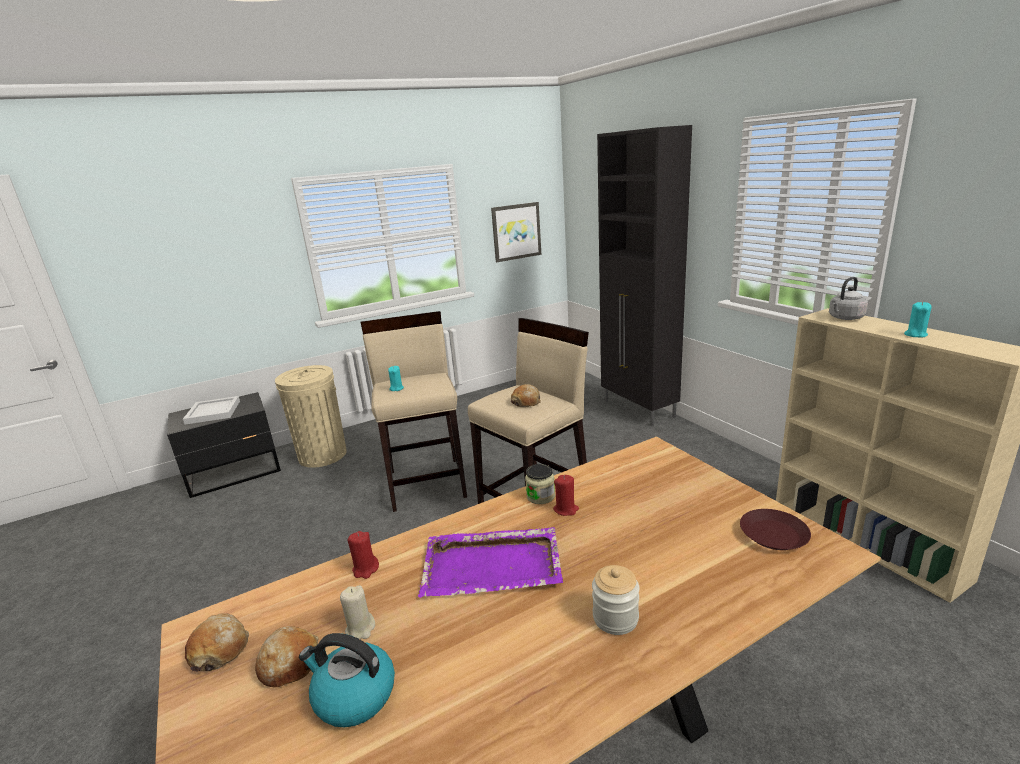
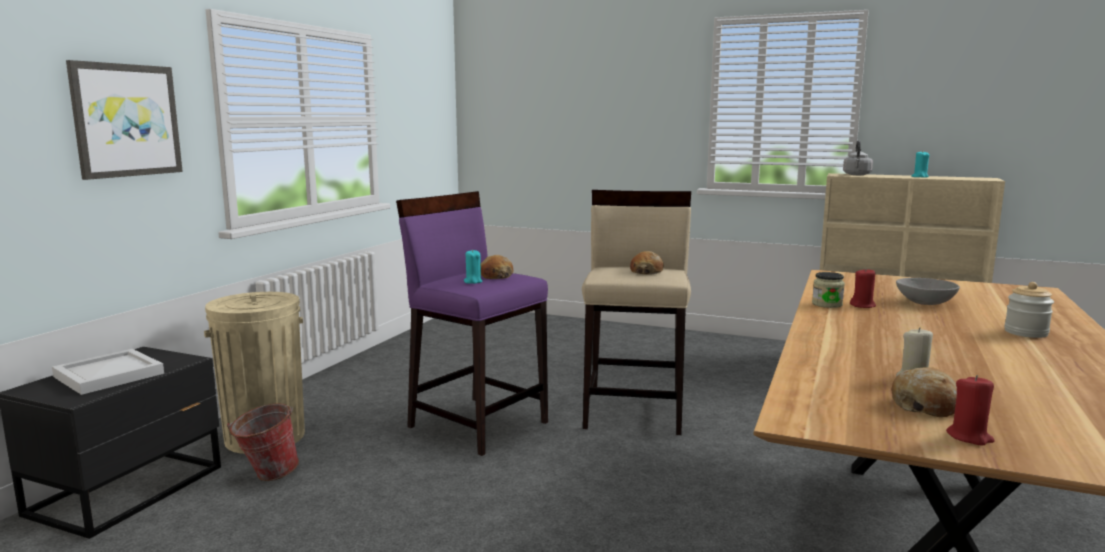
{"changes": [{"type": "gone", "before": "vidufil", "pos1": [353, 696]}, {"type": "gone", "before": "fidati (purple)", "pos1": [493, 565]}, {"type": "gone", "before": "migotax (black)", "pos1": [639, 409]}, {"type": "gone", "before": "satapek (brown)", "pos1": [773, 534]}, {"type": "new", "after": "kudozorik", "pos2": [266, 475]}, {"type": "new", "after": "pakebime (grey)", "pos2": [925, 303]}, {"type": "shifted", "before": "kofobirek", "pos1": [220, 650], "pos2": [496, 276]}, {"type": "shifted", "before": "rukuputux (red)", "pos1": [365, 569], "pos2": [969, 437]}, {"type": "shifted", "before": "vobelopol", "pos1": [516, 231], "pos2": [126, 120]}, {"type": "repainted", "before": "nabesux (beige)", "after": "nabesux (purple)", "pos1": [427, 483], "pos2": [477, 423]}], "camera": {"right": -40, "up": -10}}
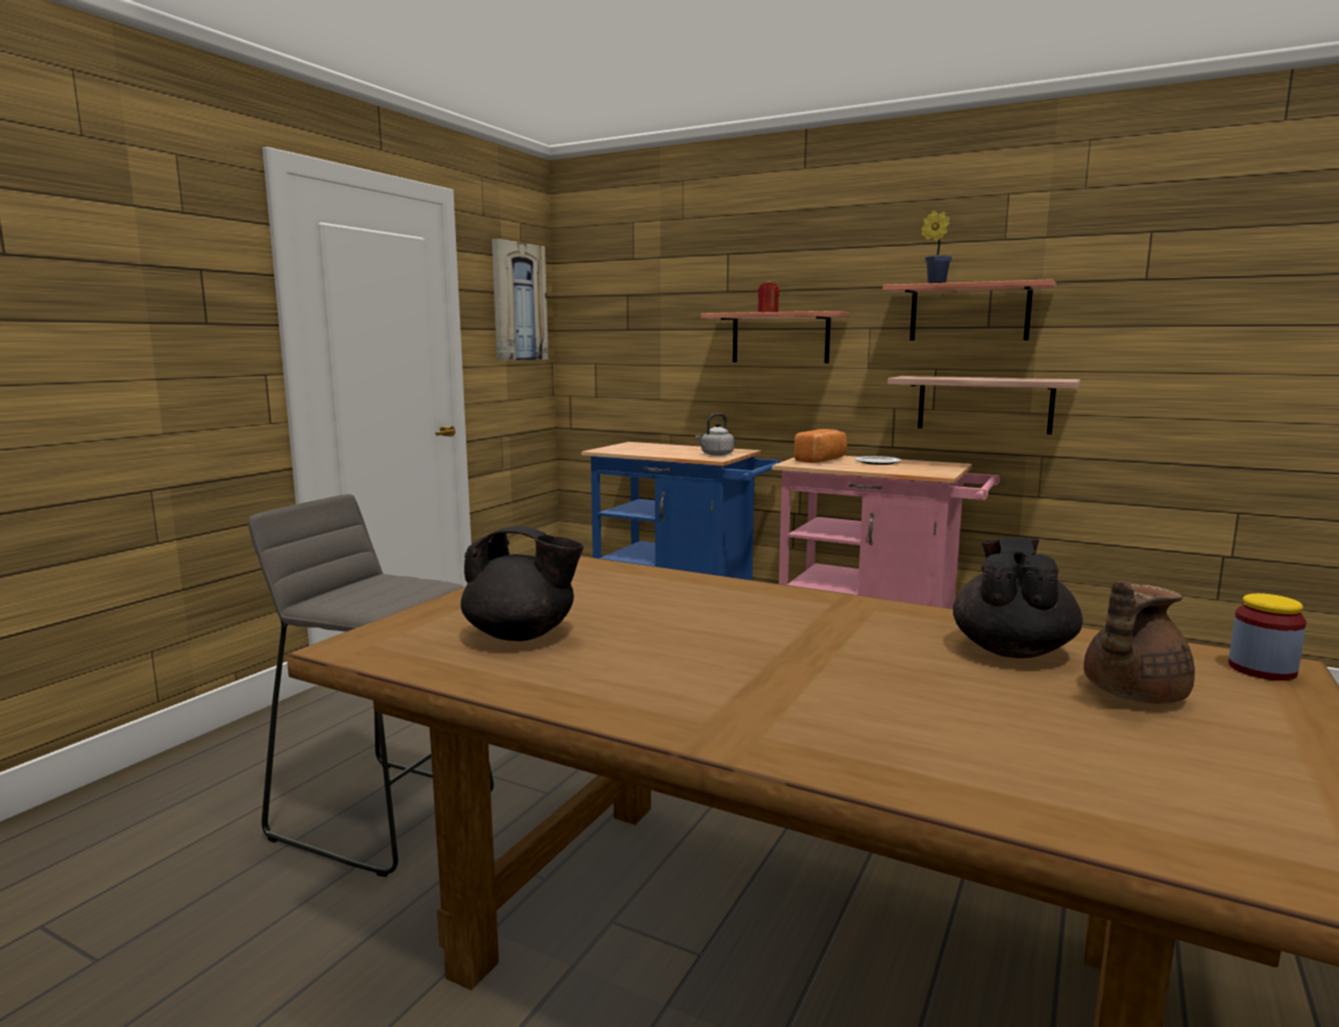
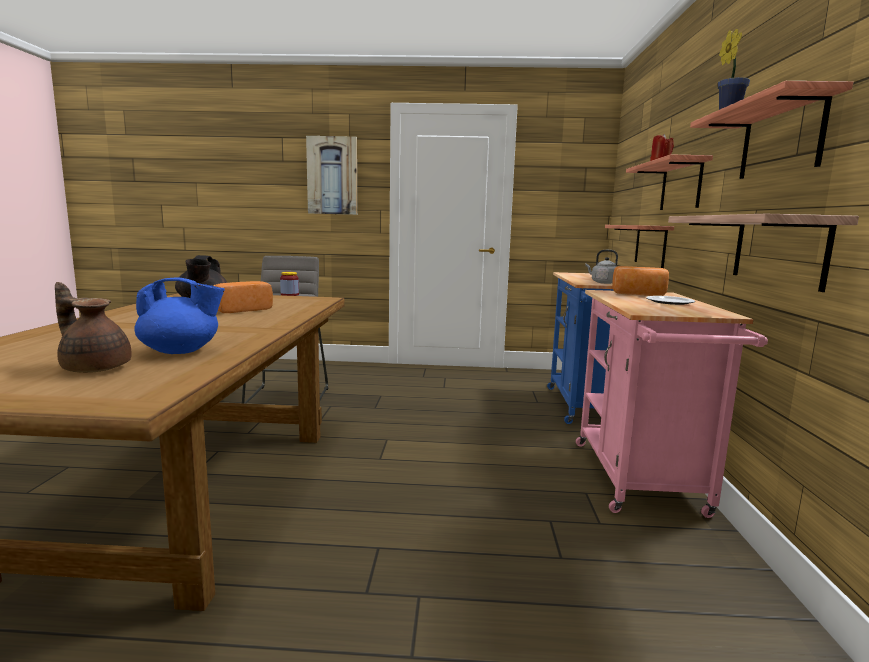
{"changes": [{"type": "new", "after": "kofobirek", "pos2": [241, 310]}, {"type": "new", "after": "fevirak", "pos2": [650, 245]}, {"type": "shifted", "before": "vobelopol", "pos1": [518, 302], "pos2": [332, 176]}, {"type": "shifted", "before": "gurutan", "pos1": [1262, 669], "pos2": [289, 295]}, {"type": "repainted", "before": "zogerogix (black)", "after": "zogerogix (blue)", "pos1": [1011, 650], "pos2": [181, 351]}], "camera": {"right": 65, "up": 0}}
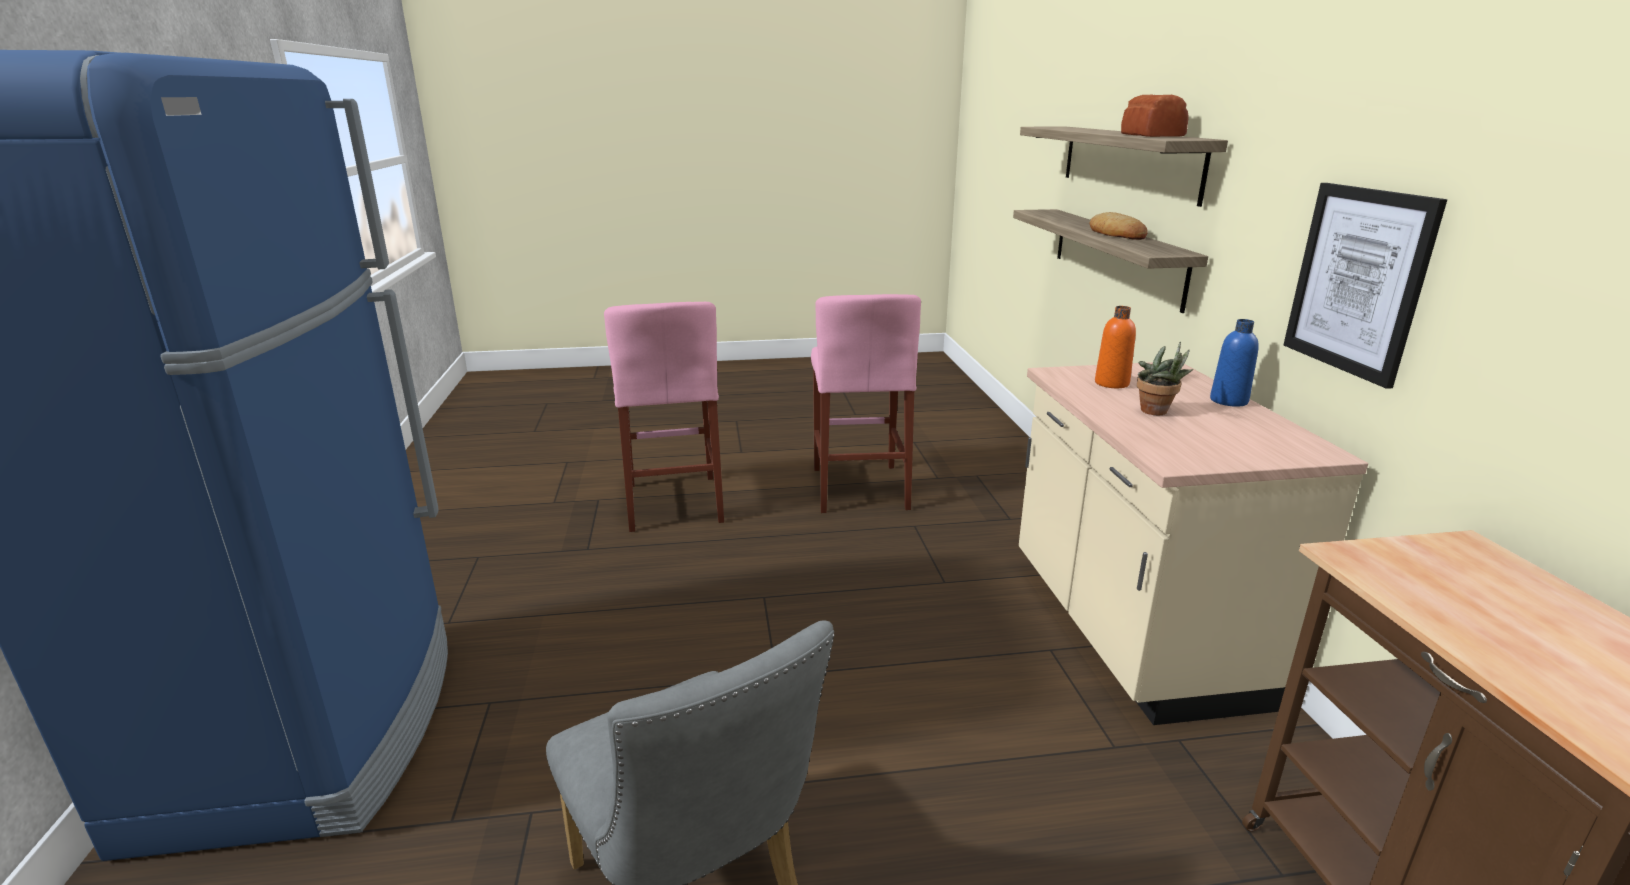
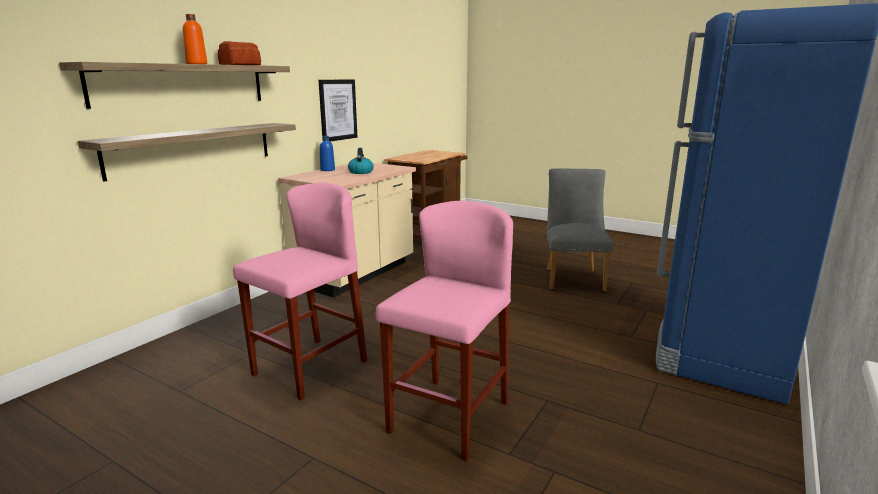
{"changes": [{"type": "gone", "before": "kofobirek", "pos1": [1116, 234]}, {"type": "shifted", "before": "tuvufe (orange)", "pos1": [1111, 383], "pos2": [196, 64]}, {"type": "swapped", "before": "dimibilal", "after": "vidufil", "pos1": [1157, 412], "pos2": [360, 172]}], "camera": {"right": -140, "up": -5}}
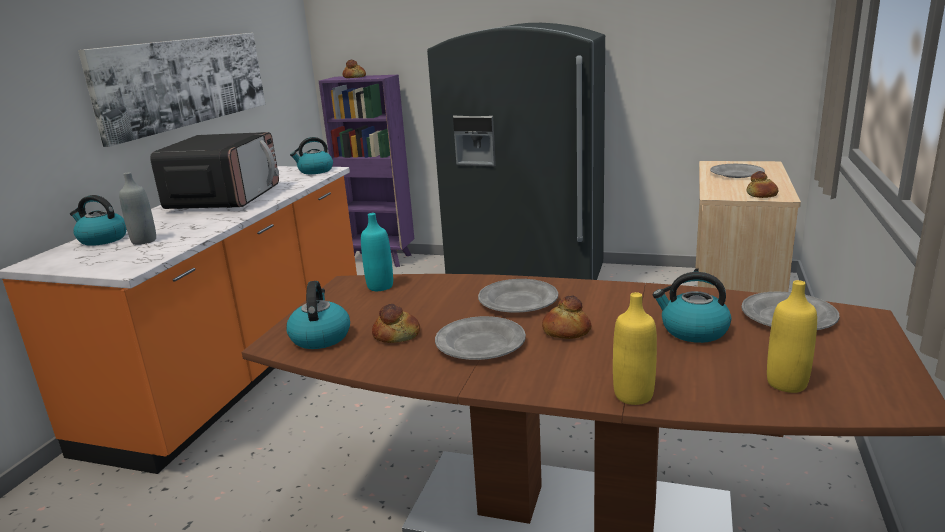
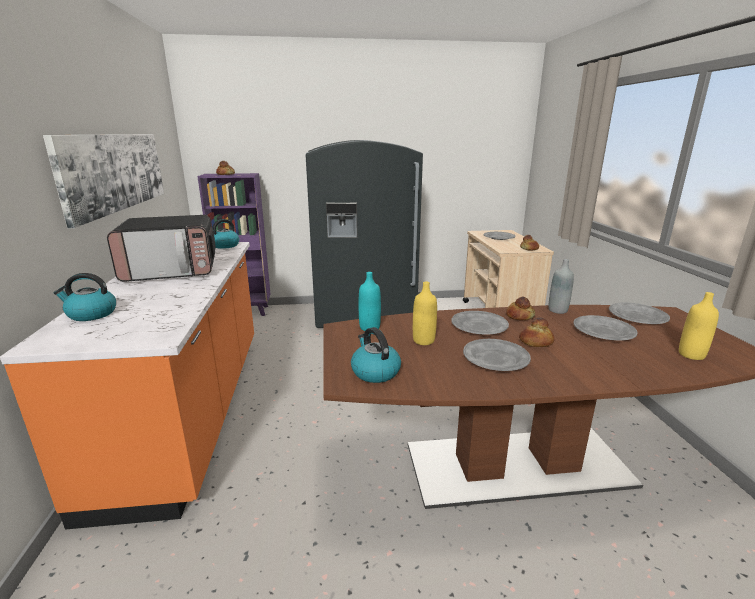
{"changes": [{"type": "shifted", "before": "tuvufe (grey)", "pos1": [144, 241], "pos2": [557, 310]}, {"type": "shifted", "before": "kofobirek", "pos1": [397, 334], "pos2": [519, 316]}, {"type": "shifted", "before": "tuvufe (yellow)", "pos1": [633, 395], "pos2": [423, 341]}, {"type": "swapped", "before": "vidufil", "after": "satapek (grey)", "pos1": [693, 331], "pos2": [604, 331]}, {"type": "rotated", "before": "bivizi", "pos1": [225, 198], "pos2": [172, 270], "turn": 90}], "camera": {"right": -25, "up": 0}}
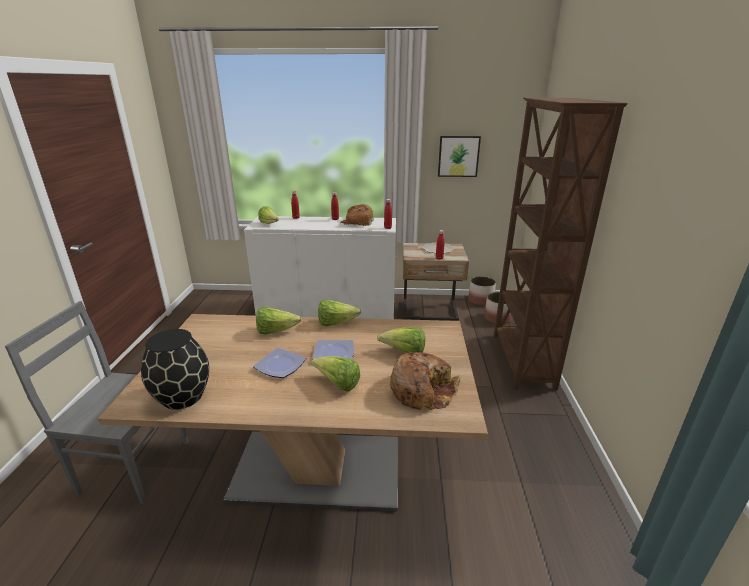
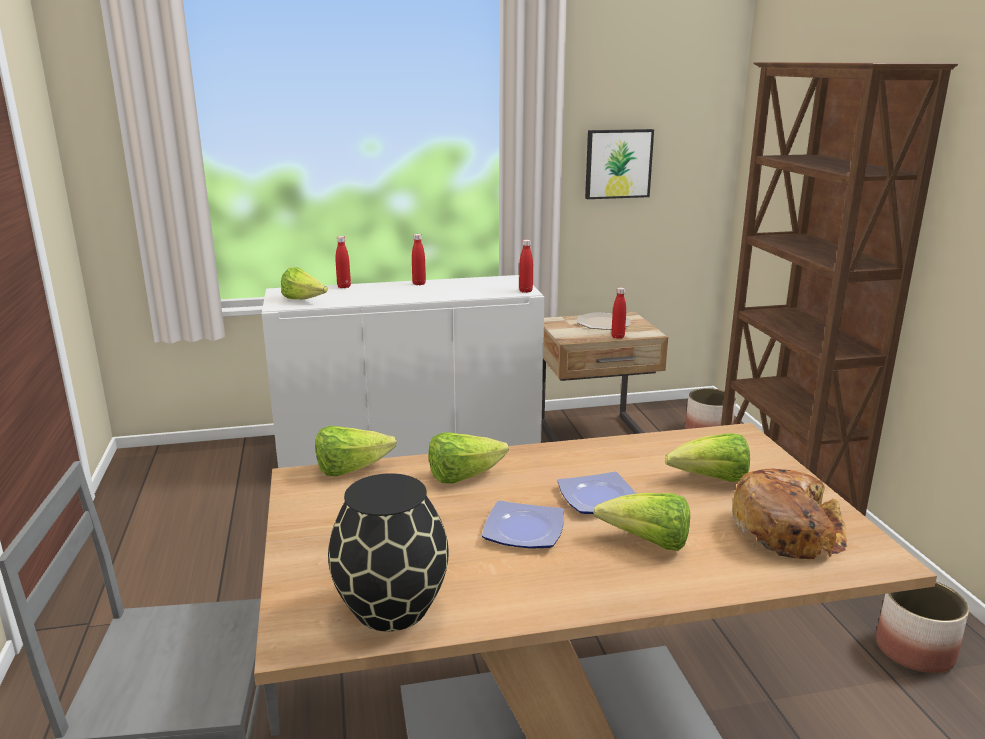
{"changes": [{"type": "gone", "before": "kofobirek", "pos1": [357, 222]}, {"type": "shifted", "before": "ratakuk", "pos1": [336, 323], "pos2": [351, 470]}, {"type": "shifted", "before": "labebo", "pos1": [481, 301], "pos2": [915, 650]}], "camera": {"right": -15, "up": -5}}
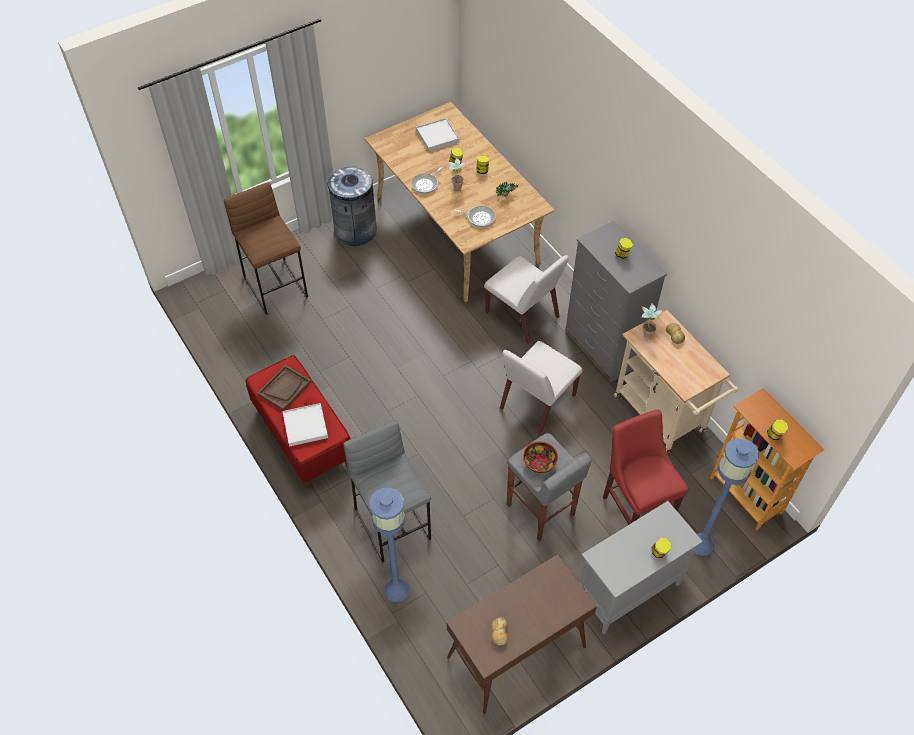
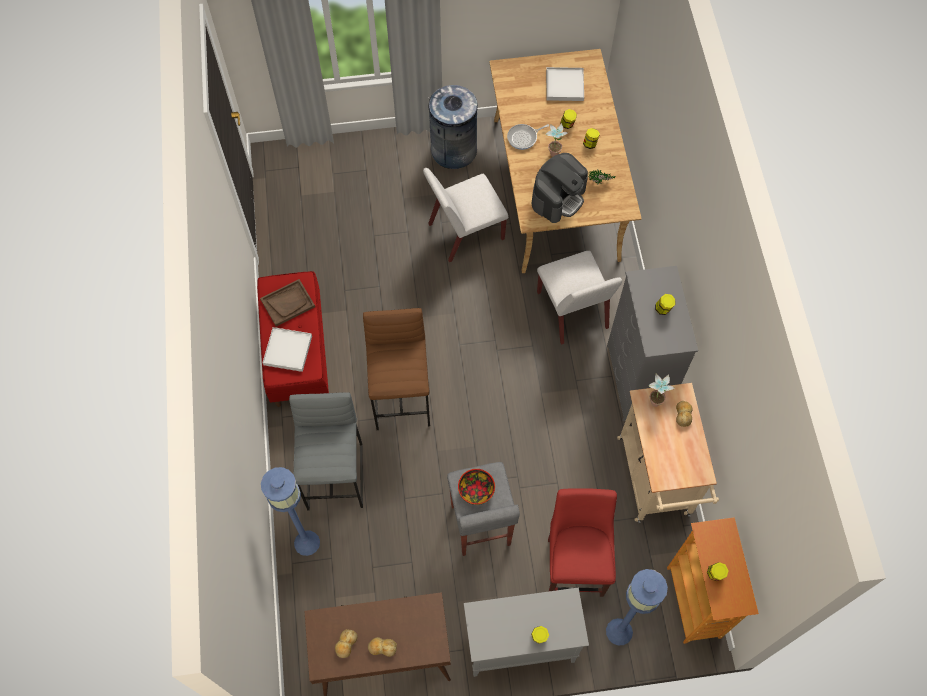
{"changes": [{"type": "new", "after": "kofobirek", "pos2": [382, 647]}, {"type": "shifted", "before": "nabesux (brown)", "pos1": [276, 286], "pos2": [402, 398]}, {"type": "shifted", "before": "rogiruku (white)", "pos1": [537, 402], "pos2": [465, 232]}, {"type": "swapped", "before": "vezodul", "after": "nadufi", "pos1": [479, 217], "pos2": [558, 197]}], "camera": {"right": 25, "up": 10}}
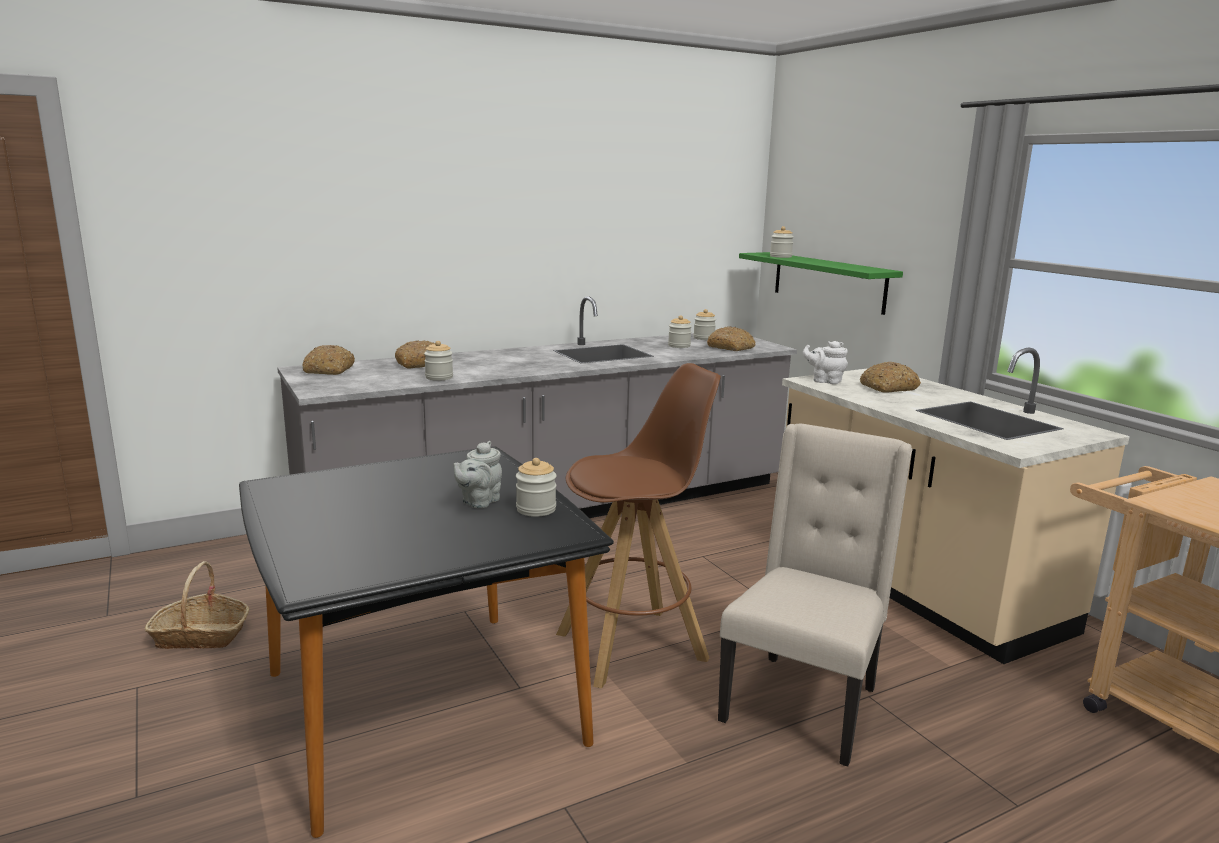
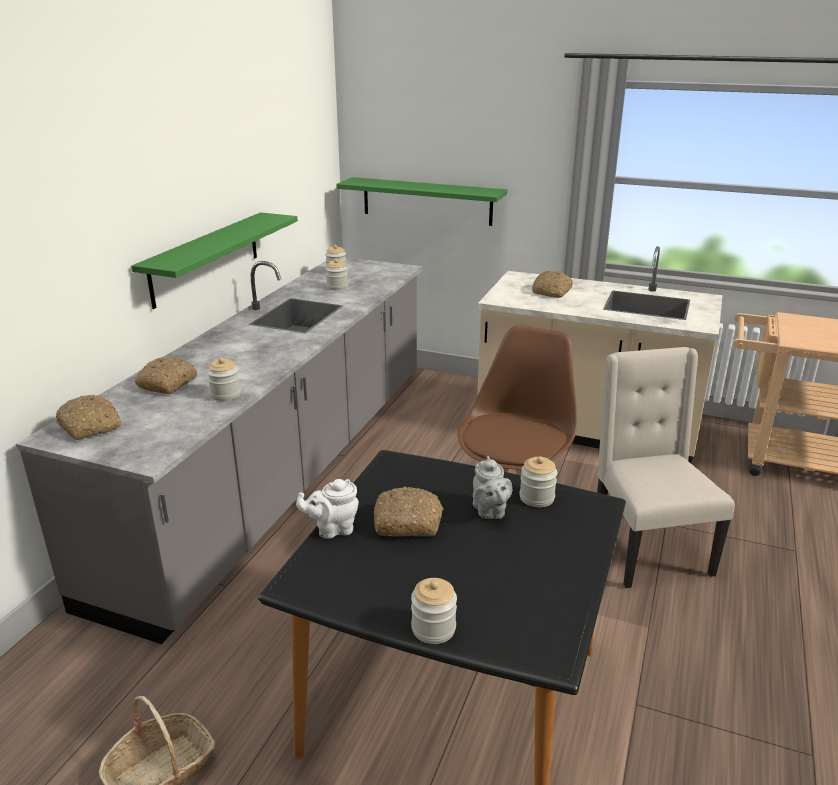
{"changes": [{"type": "new", "after": "fevirak (green)", "pos2": [206, 258]}, {"type": "shifted", "before": "kofobirek", "pos1": [731, 347], "pos2": [408, 522]}, {"type": "shifted", "before": "gurutan", "pos1": [780, 256], "pos2": [433, 628]}, {"type": "shifted", "before": "zogerogix (white)", "pos1": [825, 381], "pos2": [332, 529]}], "camera": {"right": -40, "up": 10}}
